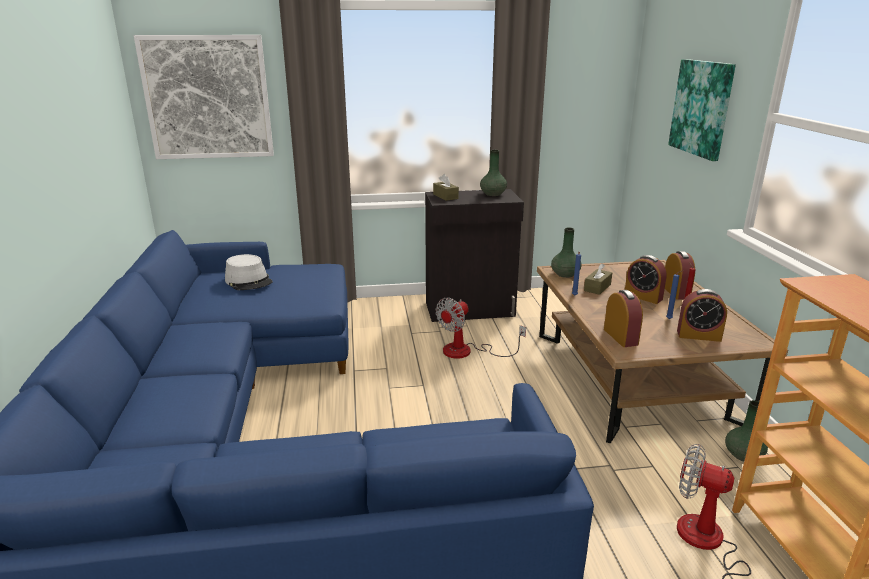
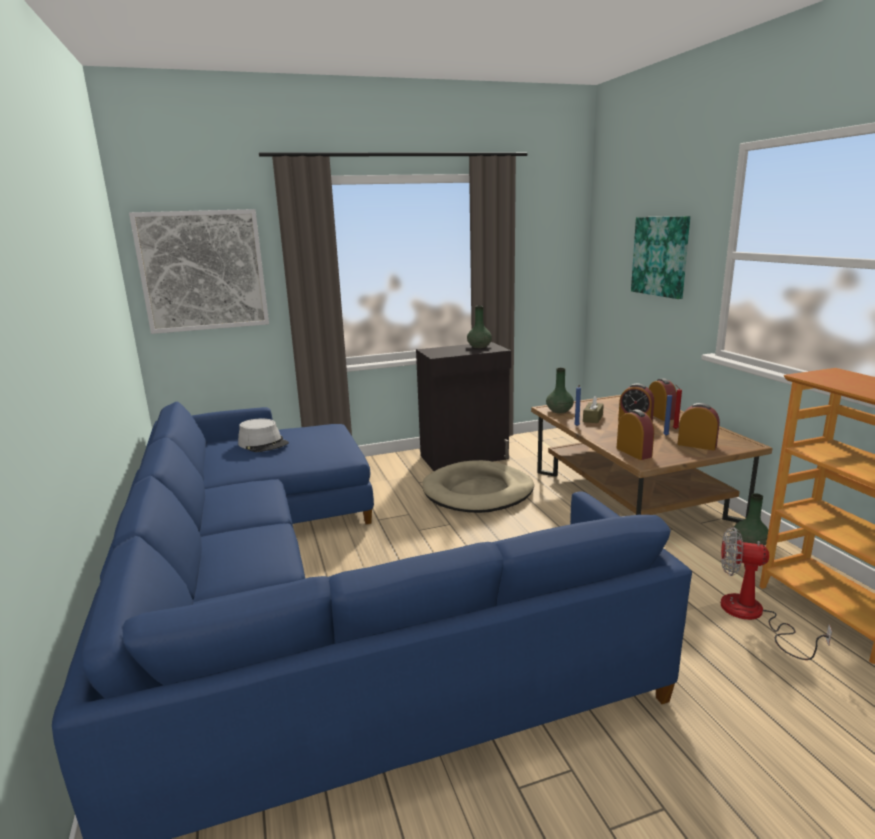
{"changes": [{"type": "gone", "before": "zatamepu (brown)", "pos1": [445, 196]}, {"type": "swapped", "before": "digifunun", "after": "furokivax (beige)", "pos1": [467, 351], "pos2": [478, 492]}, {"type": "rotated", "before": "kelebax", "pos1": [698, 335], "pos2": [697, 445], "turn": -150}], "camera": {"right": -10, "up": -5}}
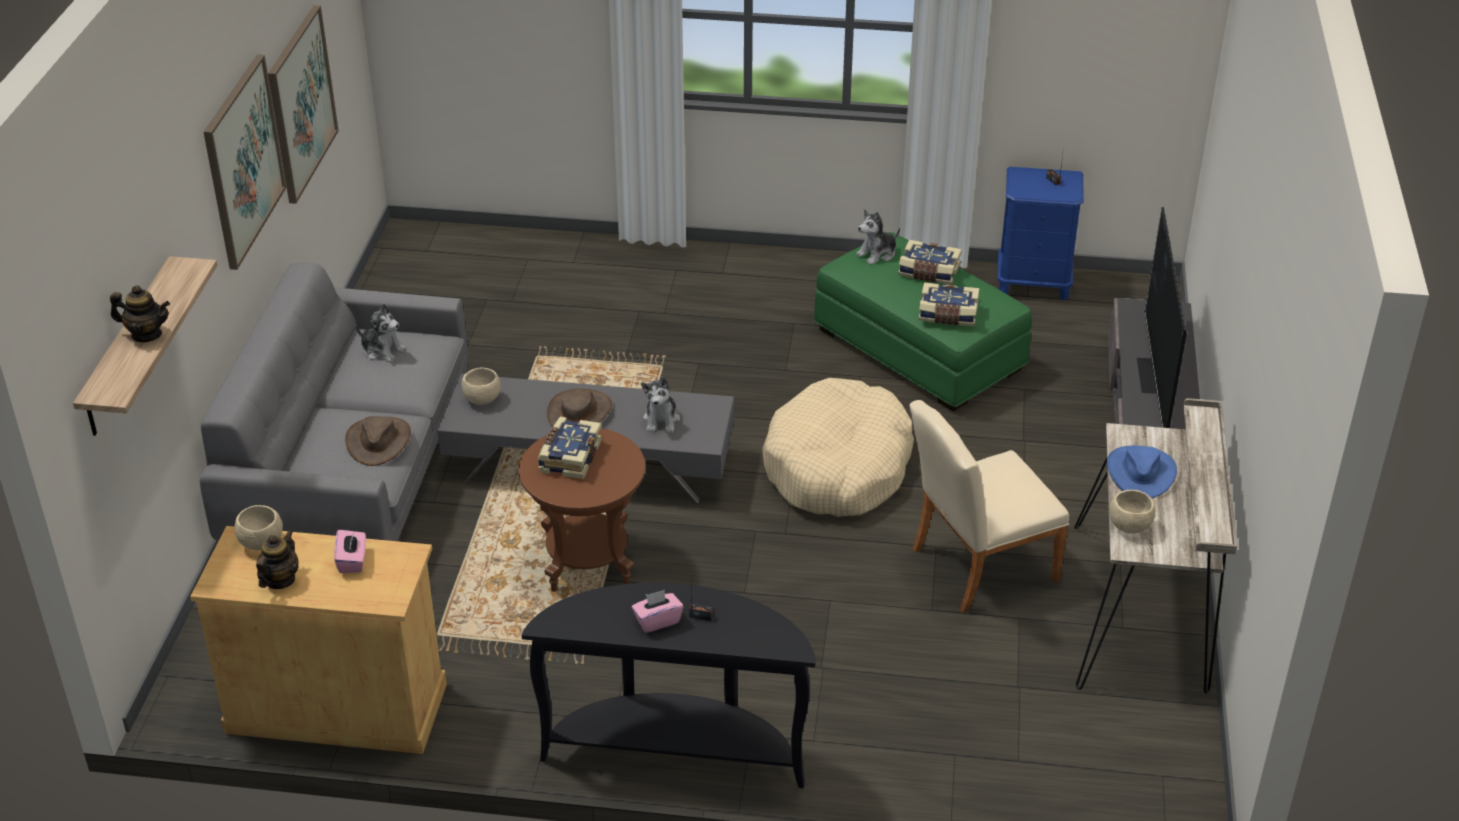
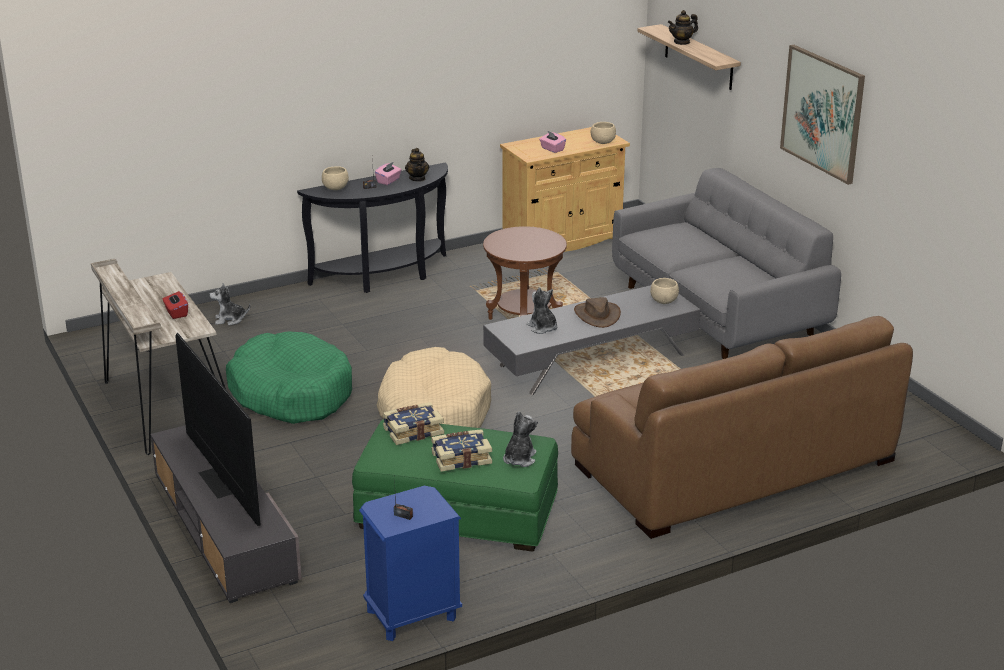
{"changes": [{"type": "gone", "before": "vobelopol", "pos1": [301, 103]}, {"type": "gone", "before": "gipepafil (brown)", "pos1": [378, 441]}, {"type": "gone", "before": "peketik", "pos1": [569, 457]}, {"type": "new", "after": "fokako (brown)", "pos2": [734, 463]}, {"type": "shifted", "before": "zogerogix", "pos1": [280, 580], "pos2": [417, 178]}, {"type": "shifted", "before": "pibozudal", "pos1": [382, 350], "pos2": [230, 320]}, {"type": "shifted", "before": "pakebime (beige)", "pos1": [1129, 527], "pos2": [335, 188]}, {"type": "swapped", "before": "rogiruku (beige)", "after": "furokivax (green)", "pos1": [975, 567], "pos2": [291, 393]}, {"type": "swapped", "before": "gipepafil (blue)", "after": "zatamepu (red)", "pos1": [1140, 472], "pos2": [176, 313]}], "camera": {"right": 145, "up": -10}}
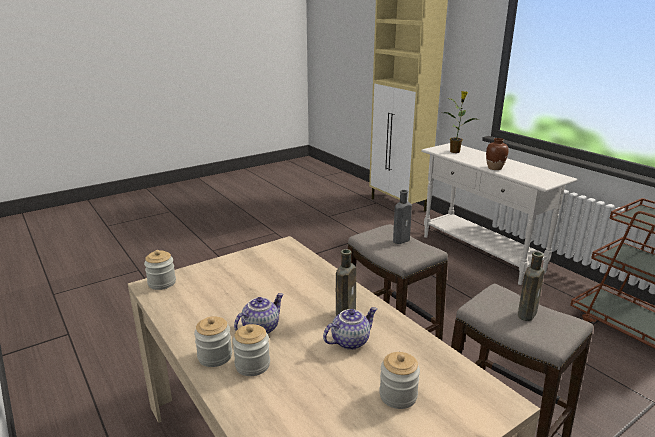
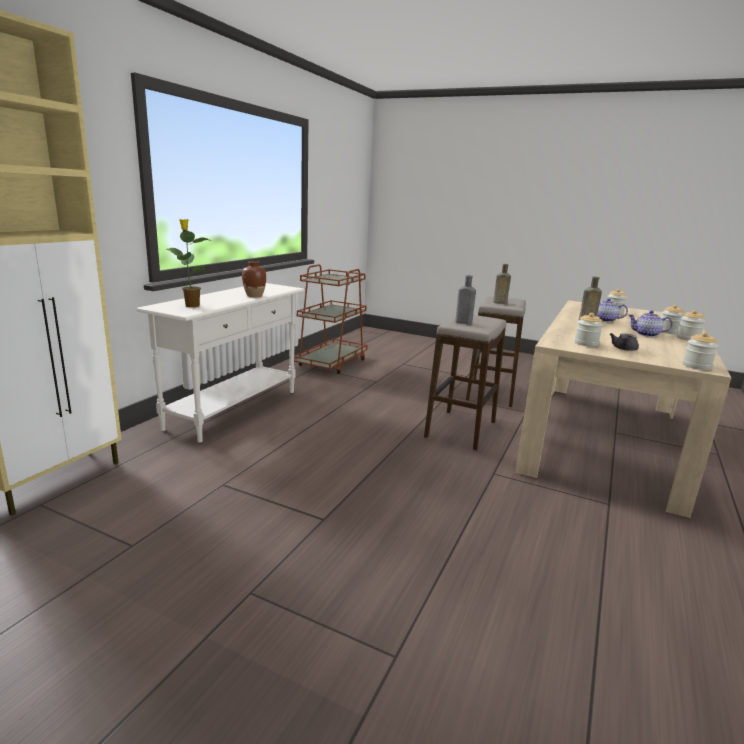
{"changes": [{"type": "new", "after": "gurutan", "pos2": [586, 343]}, {"type": "new", "after": "zogerogix (grey)", "pos2": [623, 349]}], "camera": {"right": -120, "up": -5}}
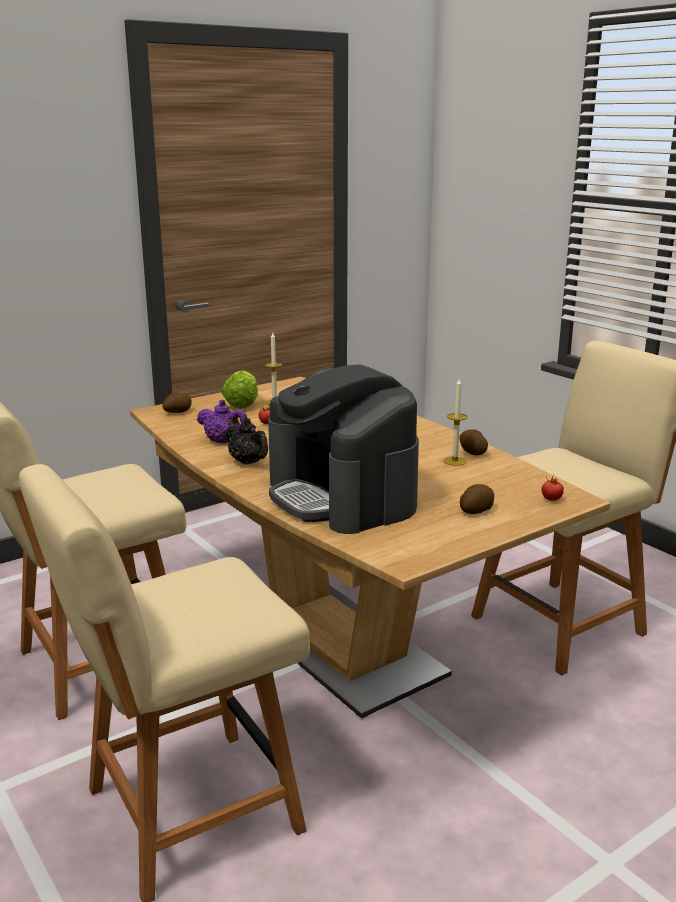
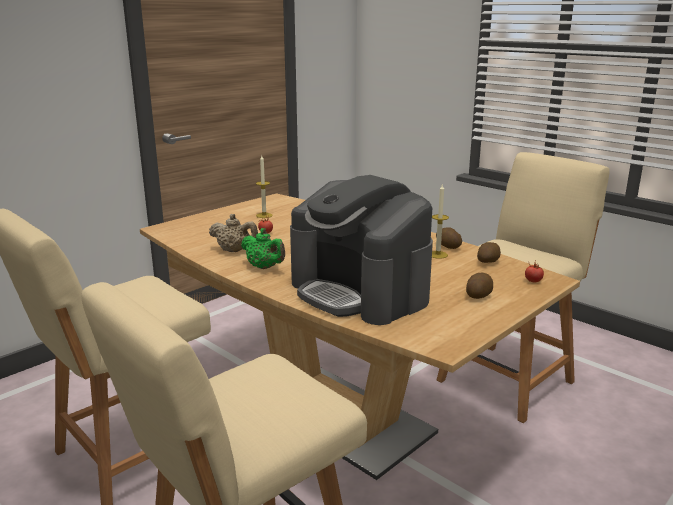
{"changes": [{"type": "gone", "before": "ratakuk", "pos1": [242, 404]}, {"type": "shifted", "before": "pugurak", "pos1": [177, 412], "pos2": [488, 262]}, {"type": "repainted", "before": "zogerogix (purple)", "after": "zogerogix (beige)", "pos1": [224, 442], "pos2": [235, 251]}, {"type": "repainted", "before": "zogerogix (black)", "after": "zogerogix (green)", "pos1": [248, 462], "pos2": [264, 267]}], "camera": {"right": -10, "up": 0}}
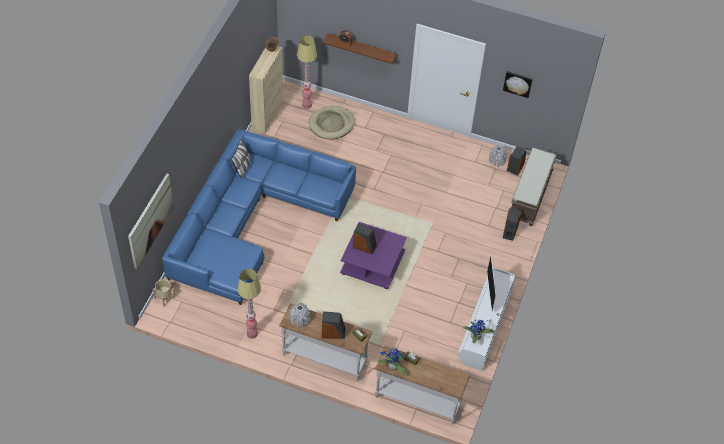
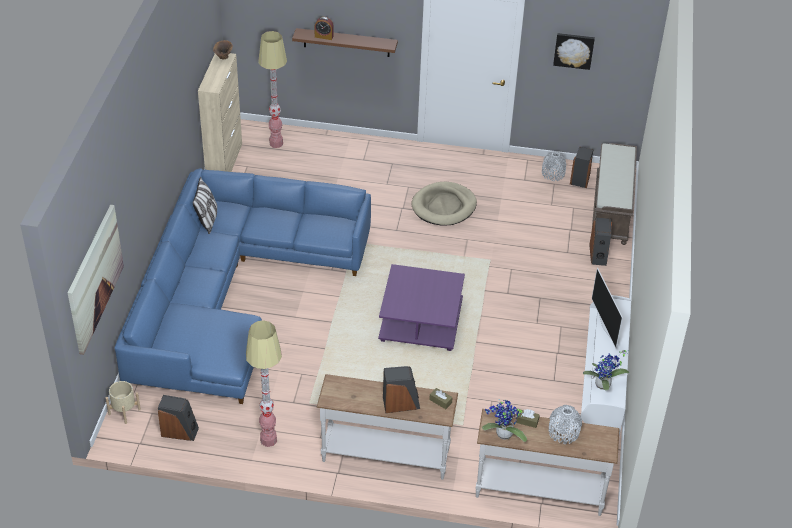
{"changes": [{"type": "shifted", "before": "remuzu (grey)", "pos1": [299, 319], "pos2": [563, 432]}, {"type": "shifted", "before": "furokivax (beige)", "pos1": [331, 124], "pos2": [444, 206]}, {"type": "shifted", "before": "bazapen", "pos1": [364, 246], "pos2": [179, 431]}], "camera": {"right": -10, "up": -10}}
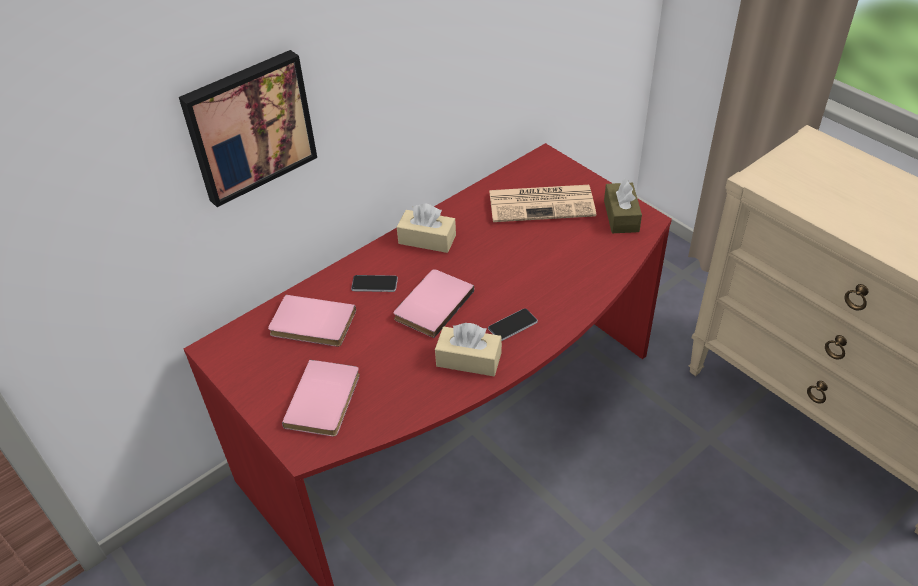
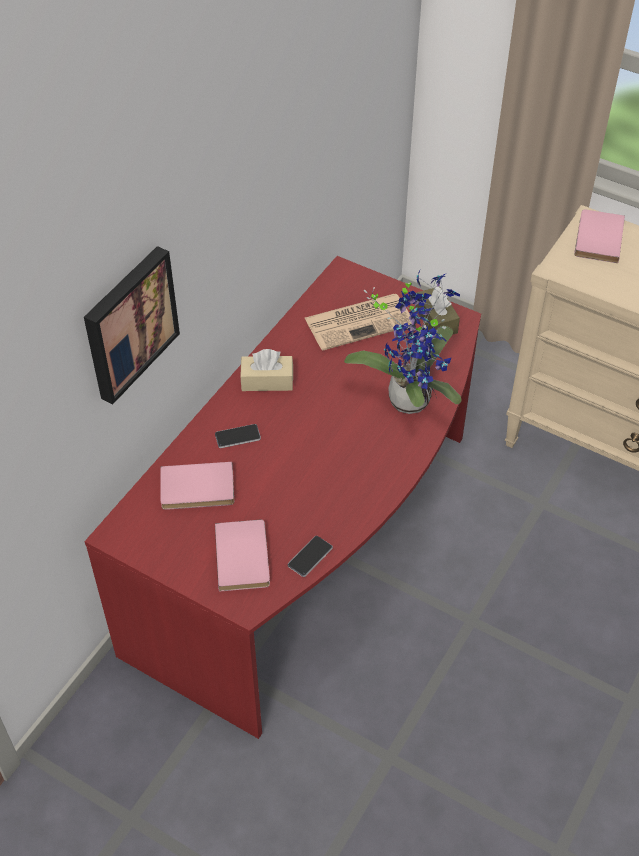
{"changes": [{"type": "gone", "before": "zatamepu (beige)", "pos1": [469, 359]}, {"type": "new", "after": "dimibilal", "pos2": [410, 396]}, {"type": "shifted", "before": "peketik (pink)", "pos1": [431, 304], "pos2": [596, 238]}, {"type": "shifted", "before": "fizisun", "pos1": [512, 325], "pos2": [310, 556]}], "camera": {"right": -20, "up": 5}}
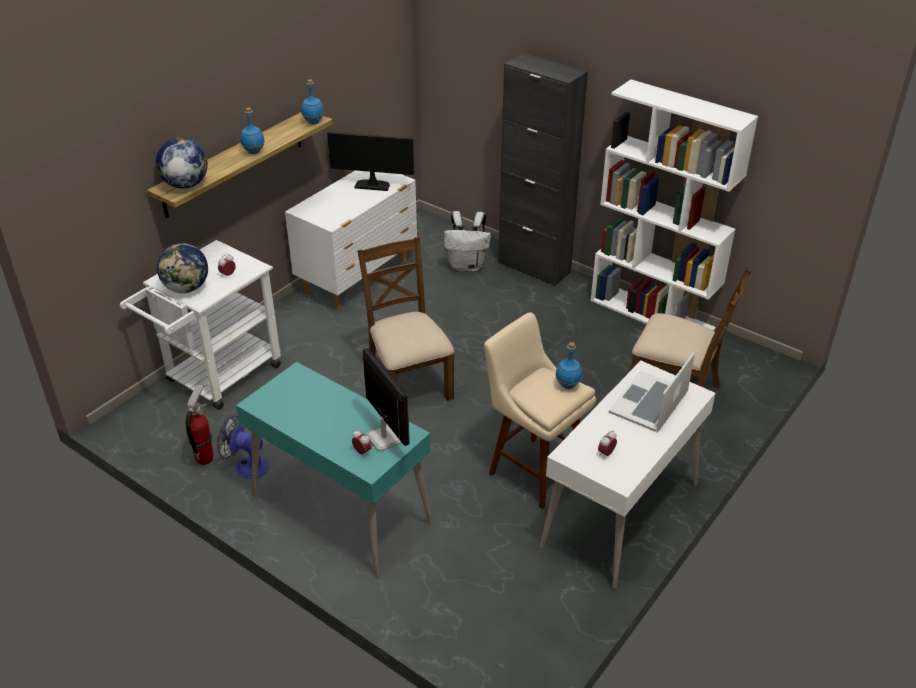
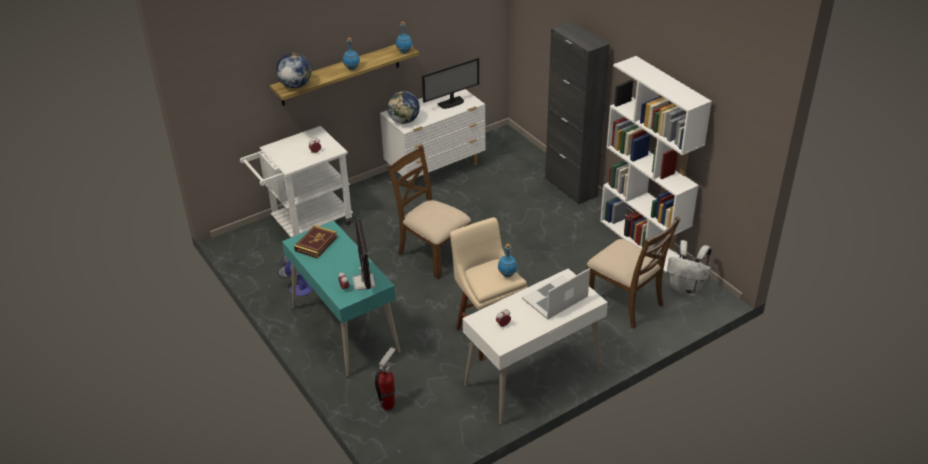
{"changes": [{"type": "new", "after": "peketik", "pos2": [316, 243]}, {"type": "shifted", "before": "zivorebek", "pos1": [187, 288], "pos2": [404, 121]}, {"type": "shifted", "before": "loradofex", "pos1": [205, 458], "pos2": [388, 404]}, {"type": "shifted", "before": "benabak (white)", "pos1": [467, 266], "pos2": [686, 288]}, {"type": "rotated", "before": "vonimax", "pos1": [372, 185], "pos2": [451, 103], "turn": 120}, {"type": "rotated", "before": "rogiruku (brown)", "pos1": [408, 383], "pos2": [432, 254], "turn": -45}], "camera": {"right": 20, "up": 0}}
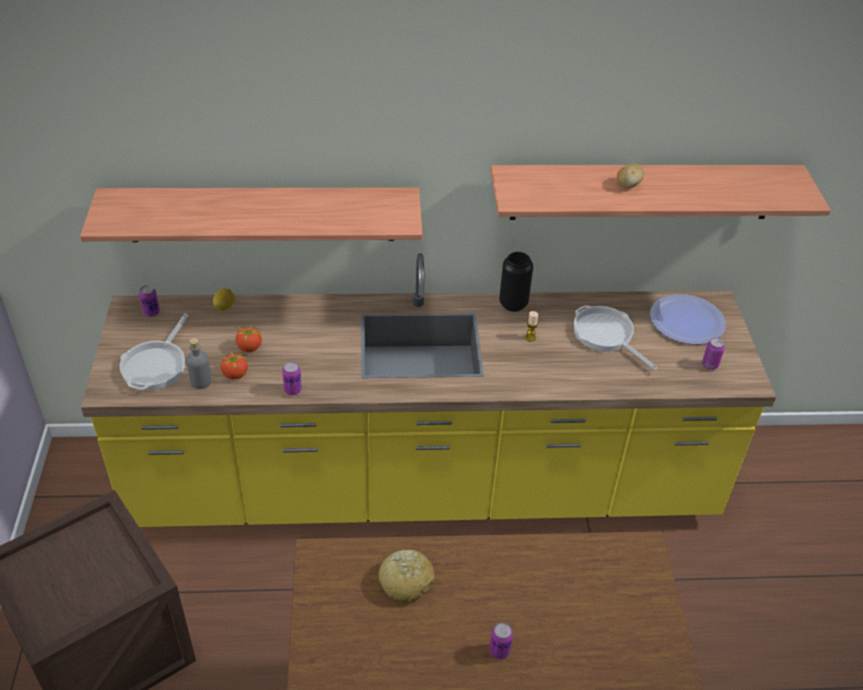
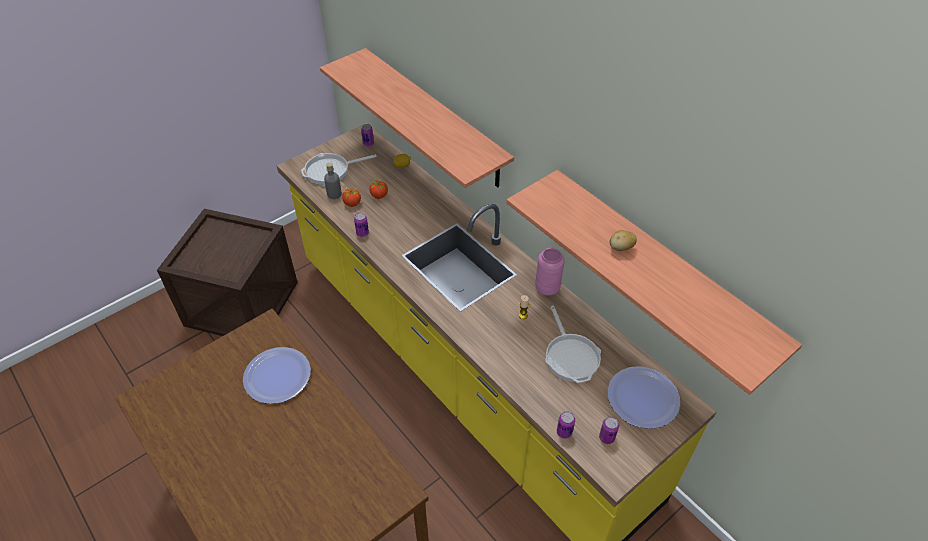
{"changes": [{"type": "shifted", "before": "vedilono", "pos1": [499, 651], "pos2": [564, 432]}, {"type": "swapped", "before": "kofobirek", "after": "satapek", "pos1": [406, 581], "pos2": [277, 376]}, {"type": "repainted", "before": "remuzu (black)", "after": "remuzu (pink)", "pos1": [513, 304], "pos2": [547, 288]}, {"type": "rotated", "before": "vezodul", "pos1": [606, 335], "pos2": [571, 356], "turn": 150}], "camera": {"right": 55, "up": 5}}
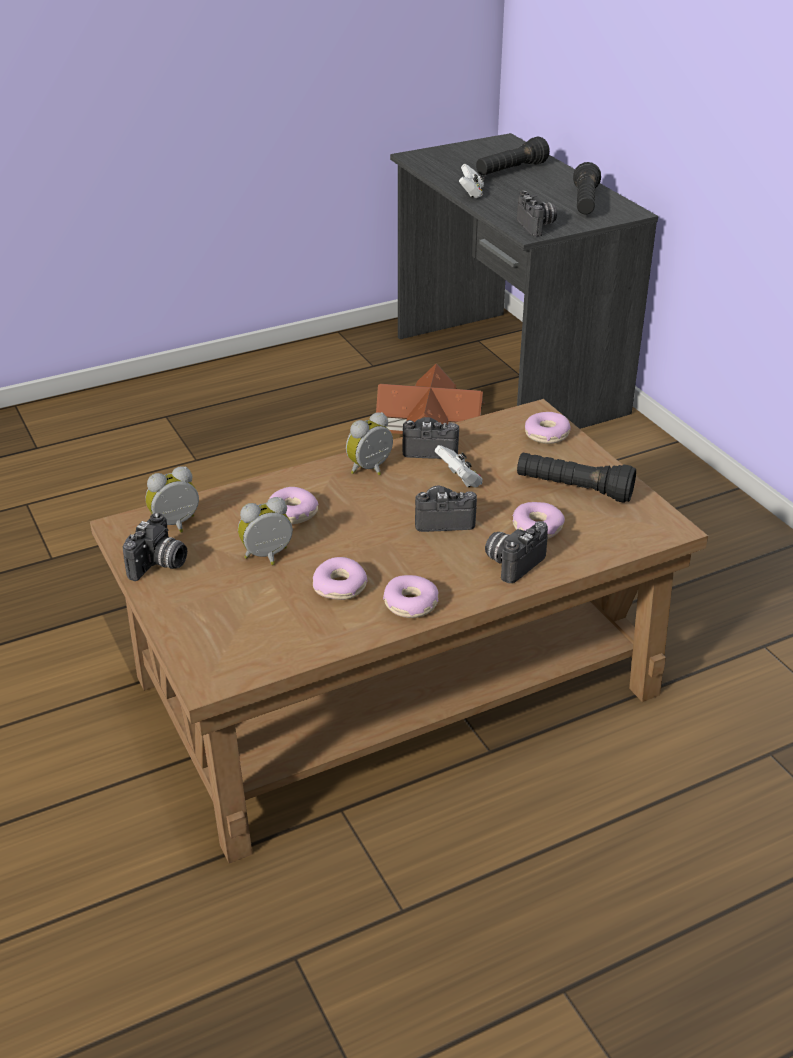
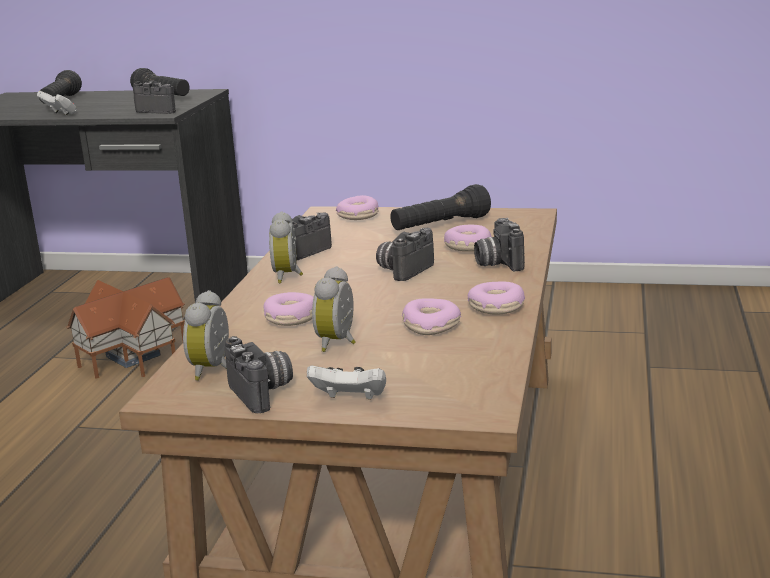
{"changes": [{"type": "shifted", "before": "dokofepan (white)", "pos1": [459, 480], "pos2": [350, 399]}], "camera": {"right": -50, "up": -15}}
